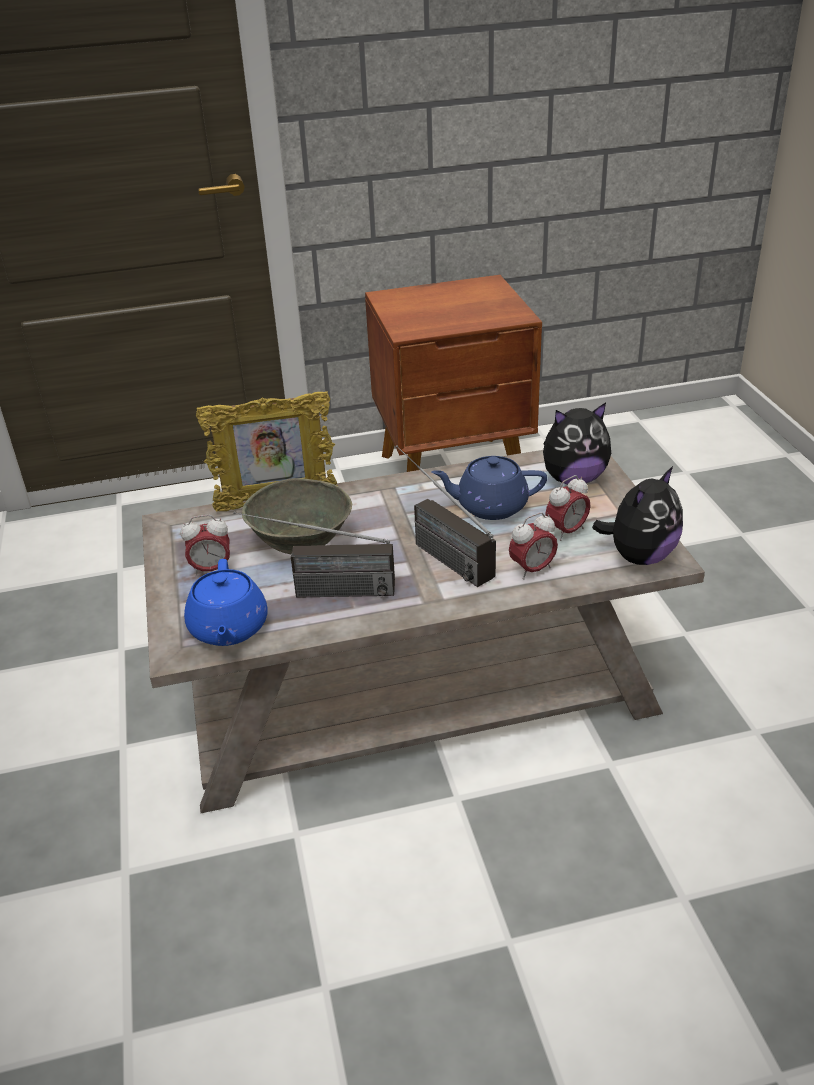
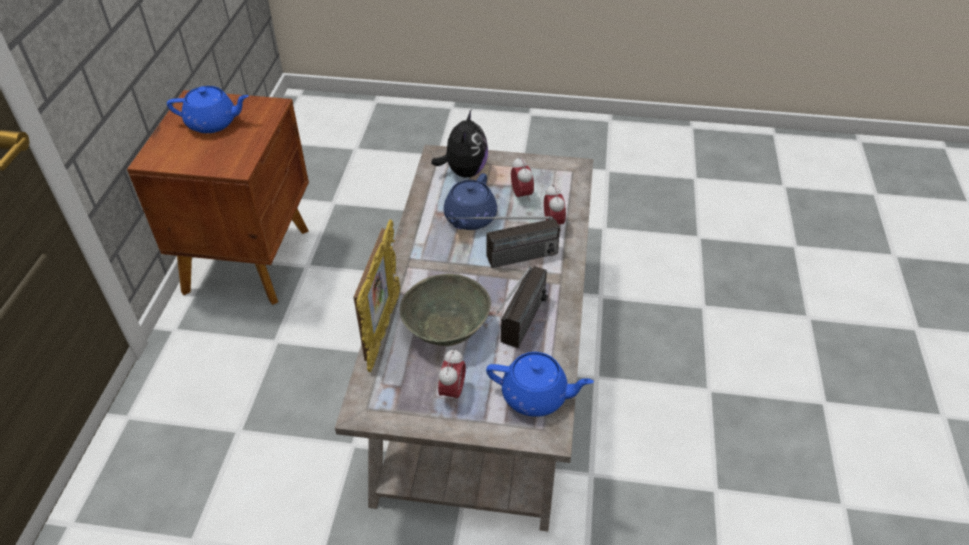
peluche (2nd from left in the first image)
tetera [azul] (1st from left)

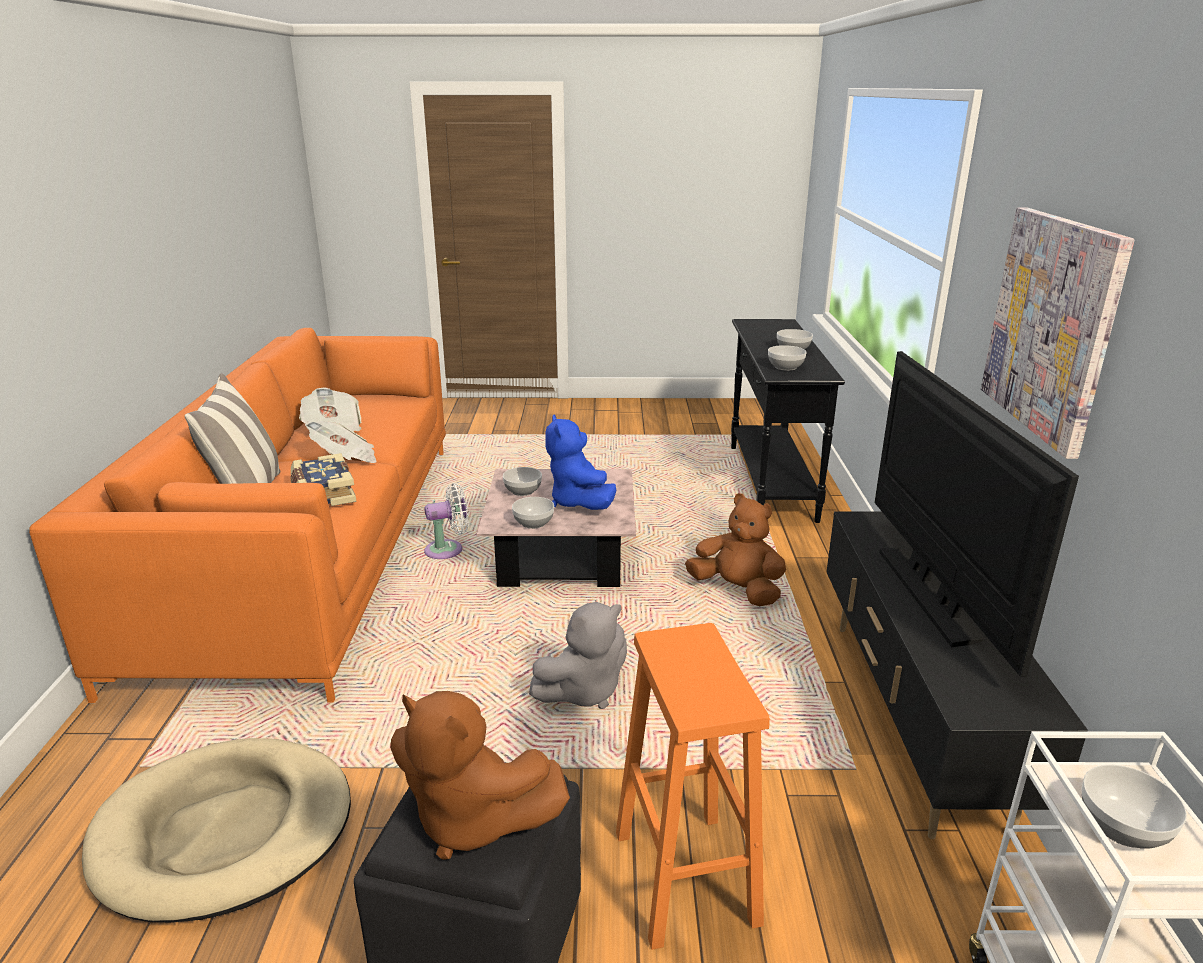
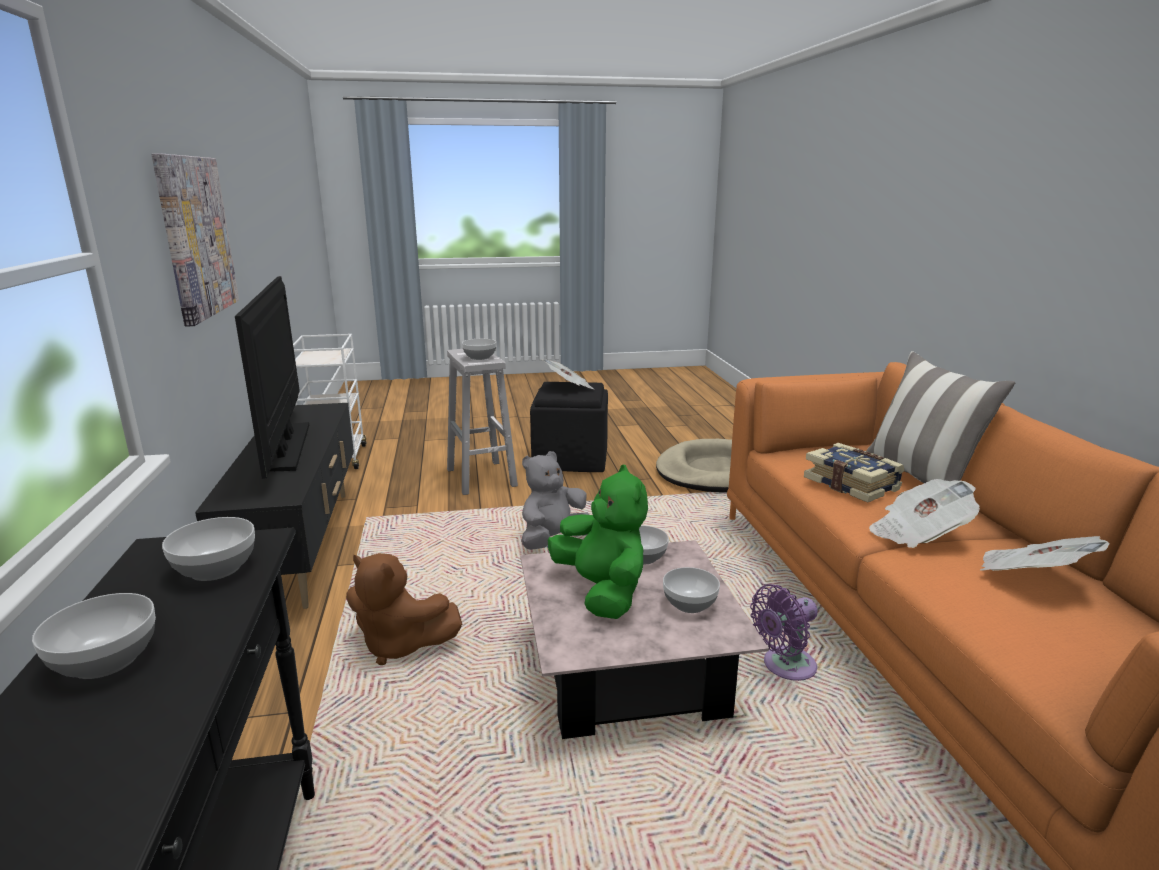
cuenco (3rd from left)
periódico (1st from left)
ventilador [morado]
peluche [verde]
taburete [blanco]

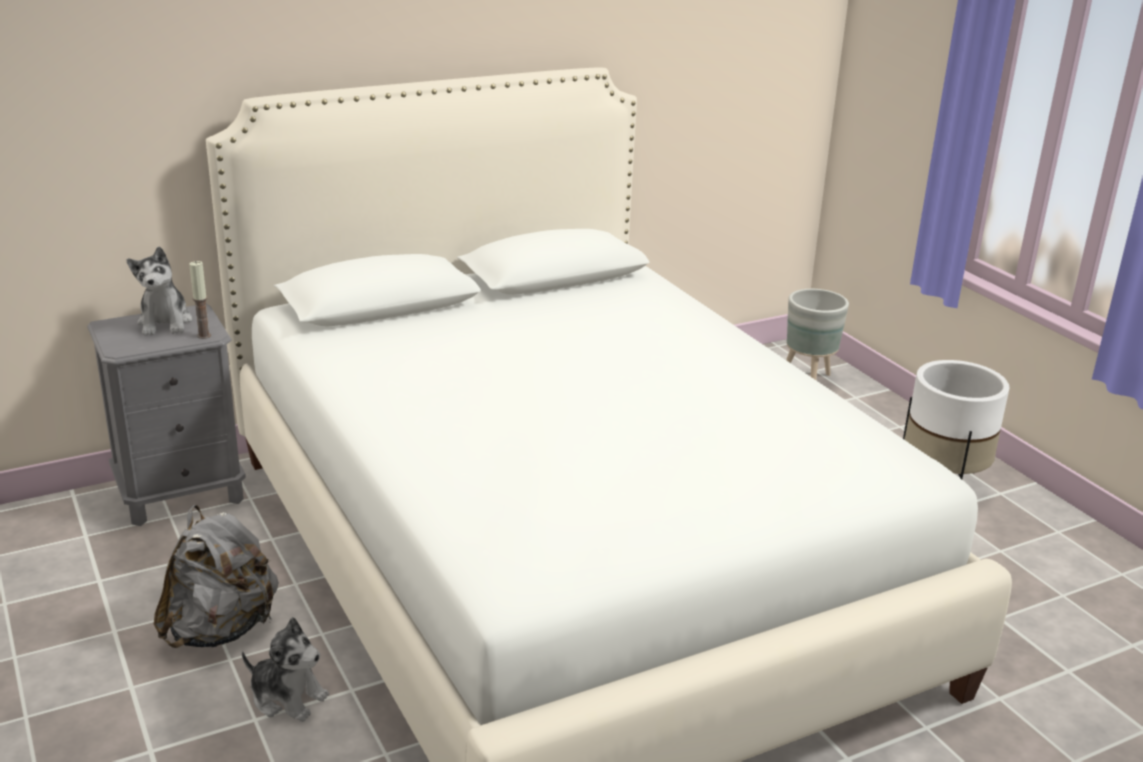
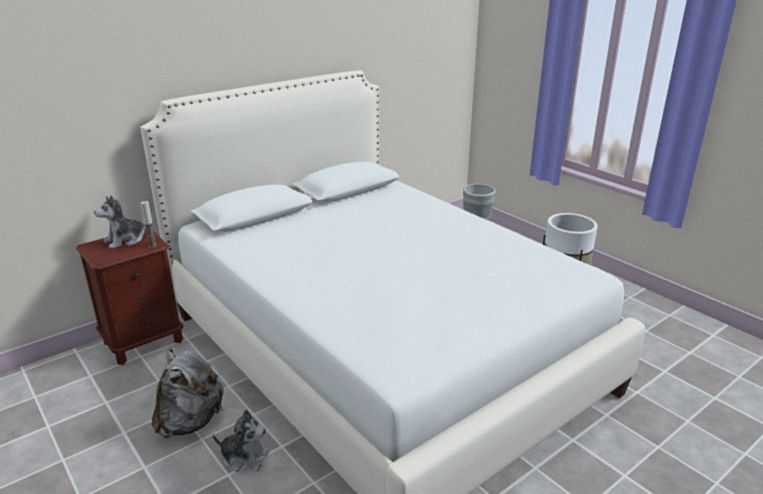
mesita de noche [marrón]
peluche (1st from left)

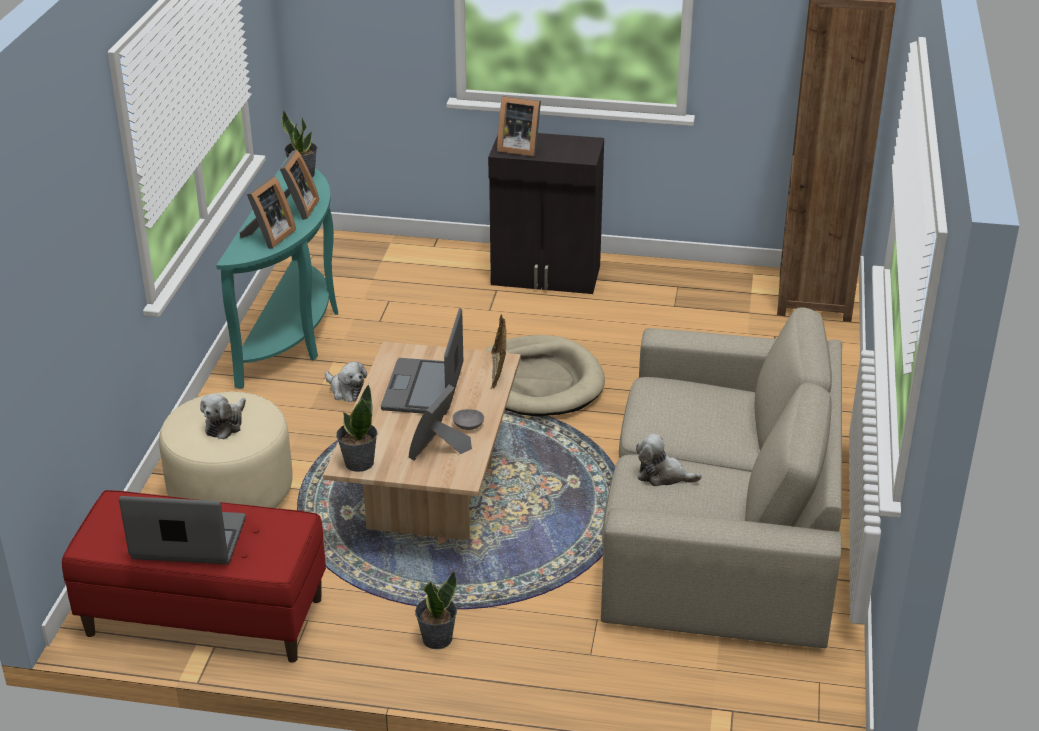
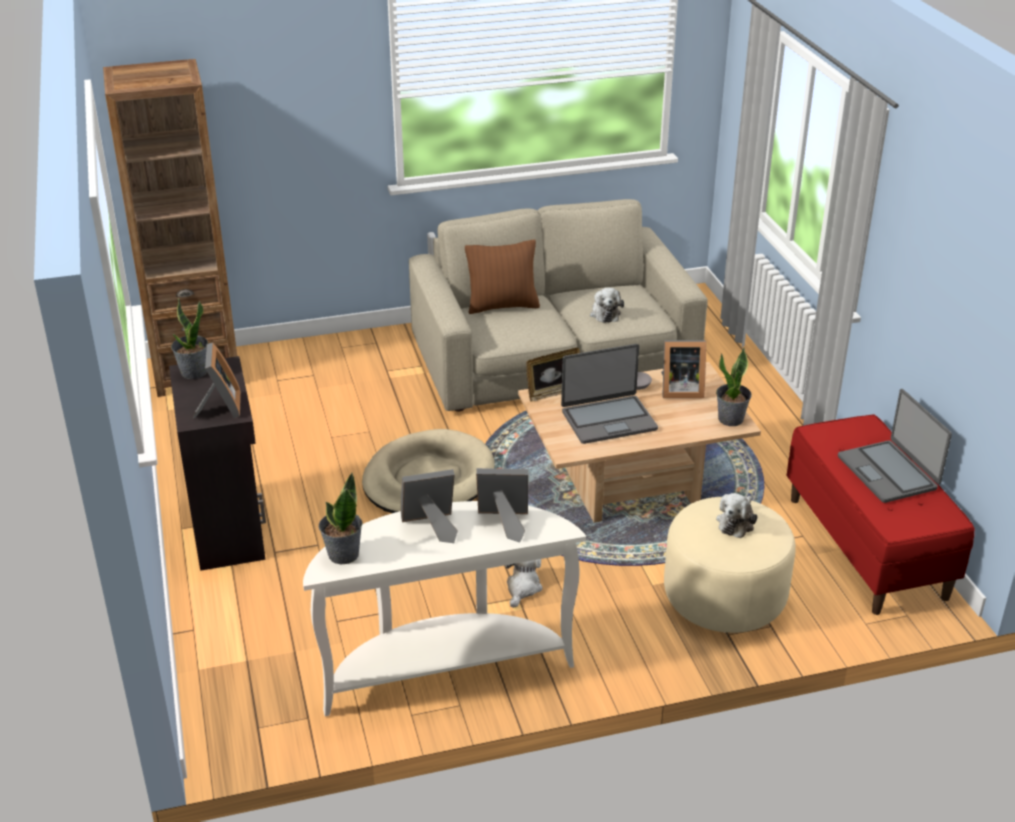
cojín [marrón]
planta en maceta (1st from left)
mesa consola [blanco]
peluche (3rd from left)

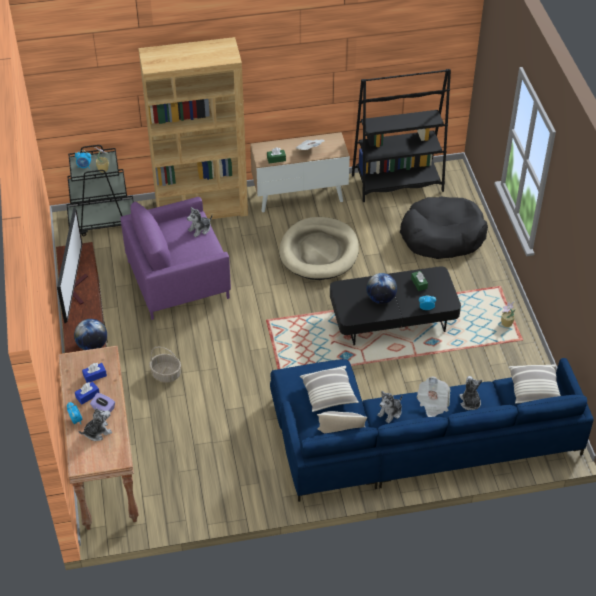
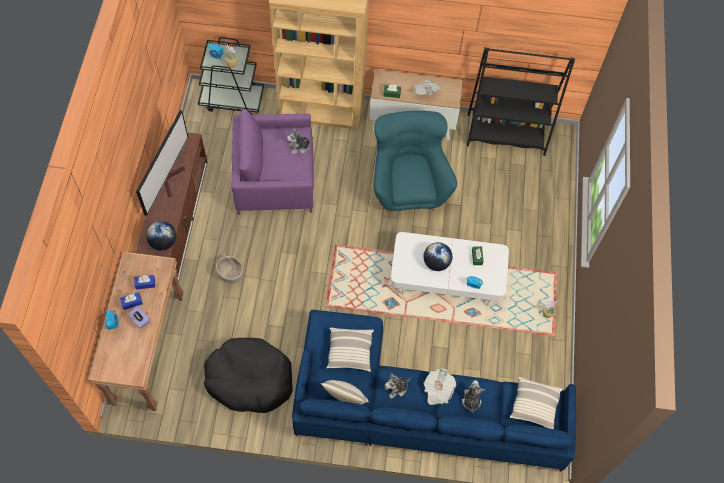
peluche (1st from left in the first image)
cama para perro [negro]
sillón [turquesa]
mesa de centro [blanco]

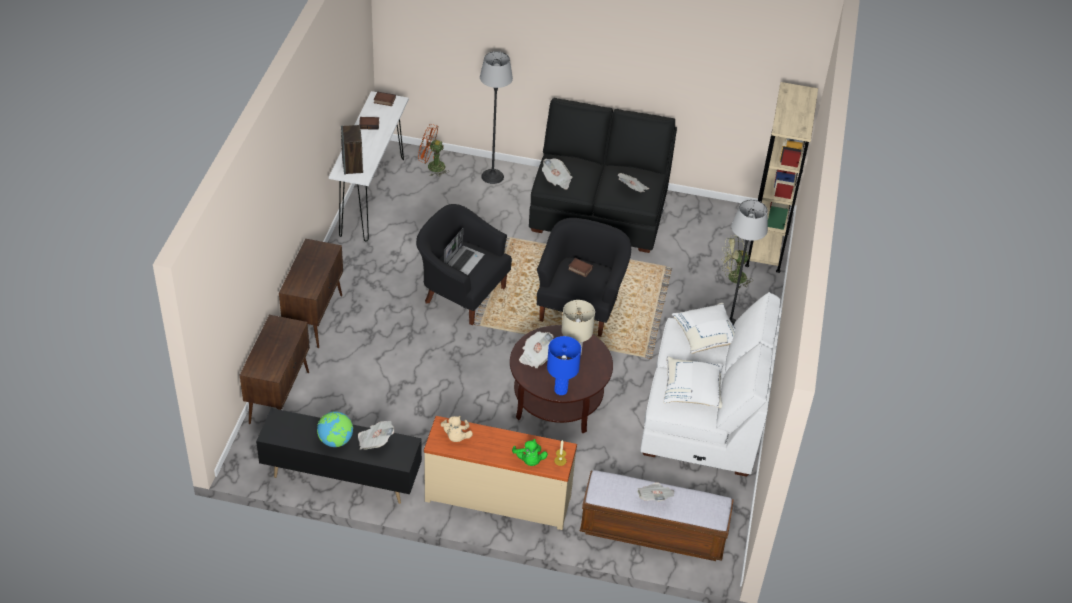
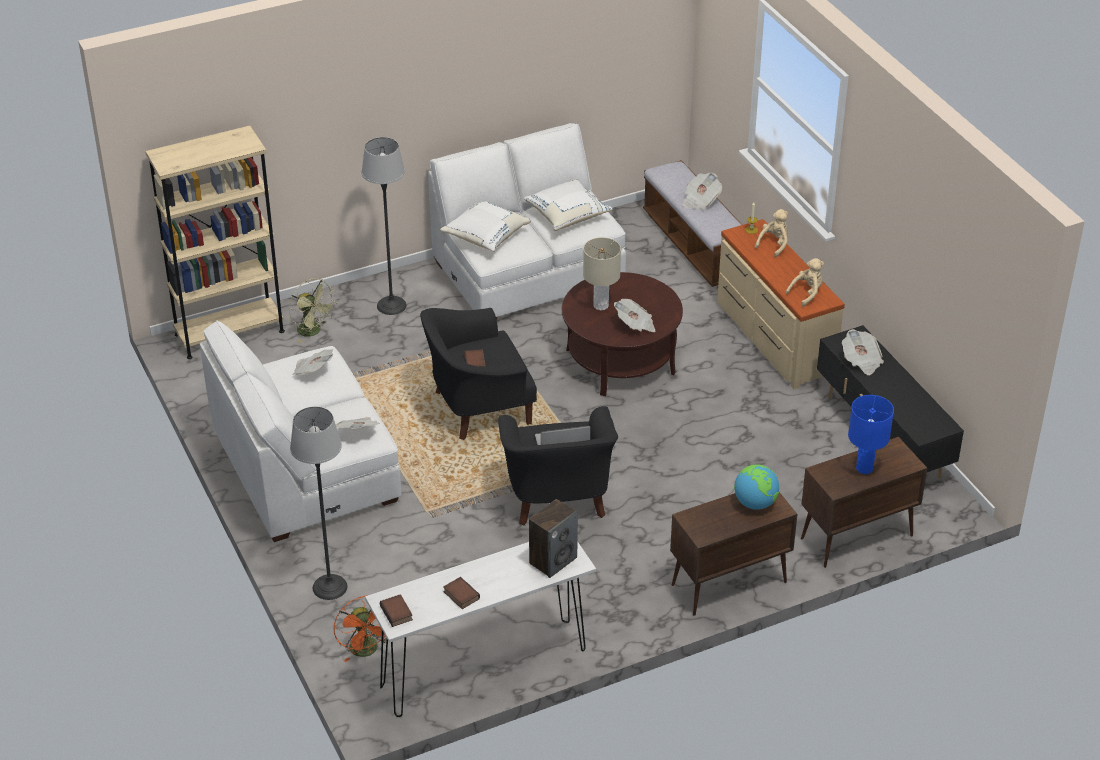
globo terráqueo
lámpara de mesa [azul]
peluche [beis] (1st from left)
sofá [blanco] (1st from left)

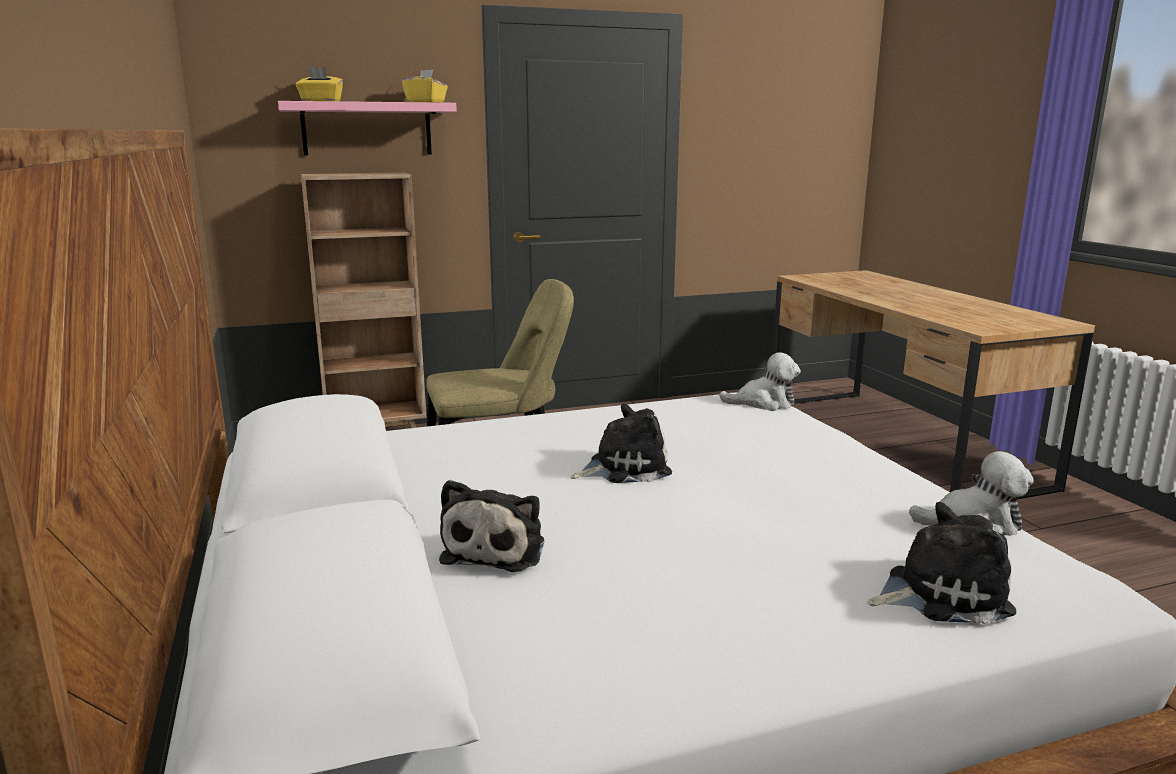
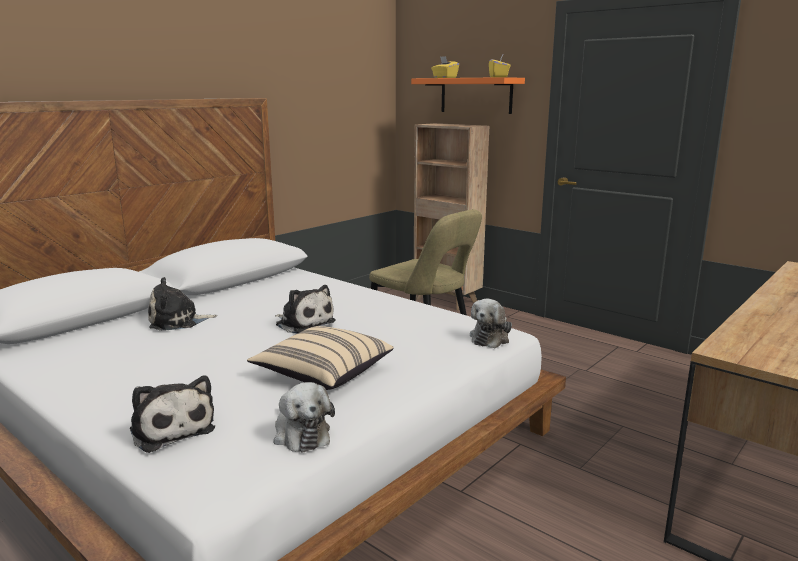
cojín [beis]
estante [naranja]
peluche (5th from left)

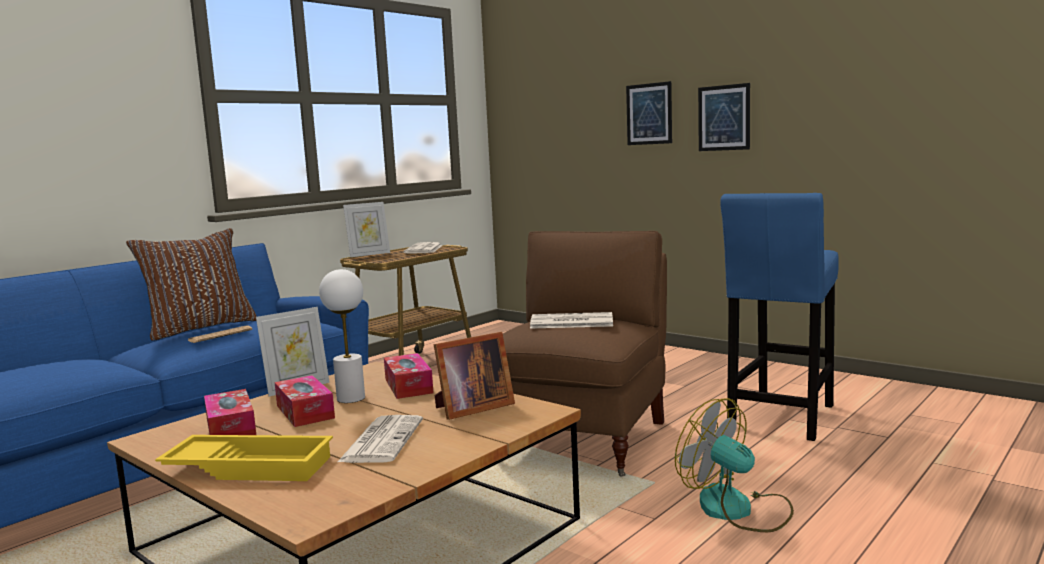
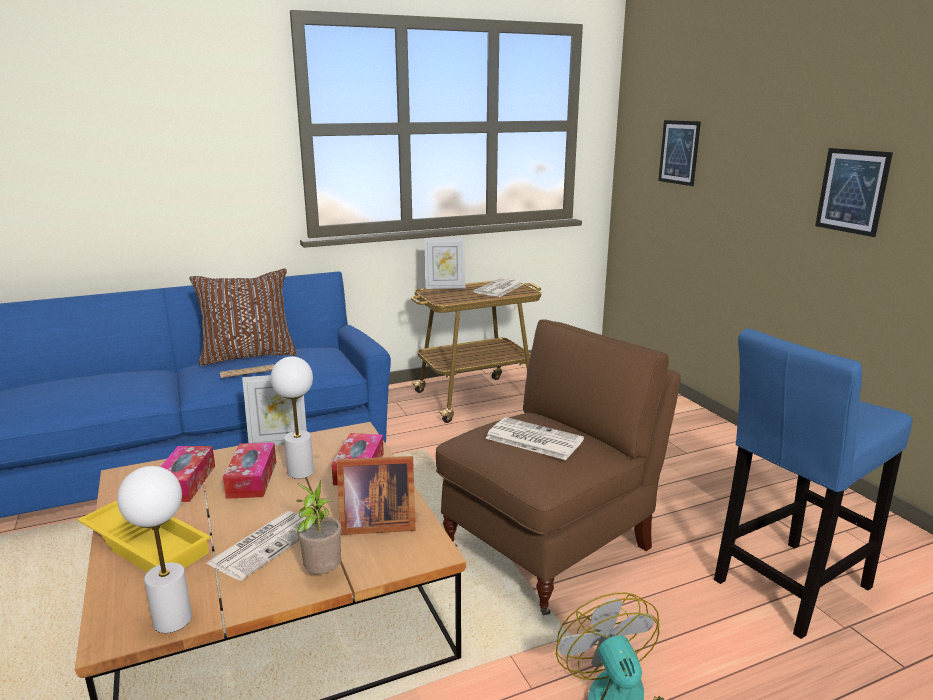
lámpara de mesa [blanco] (1st from left)
planta en maceta
cuadro (1st from left)

